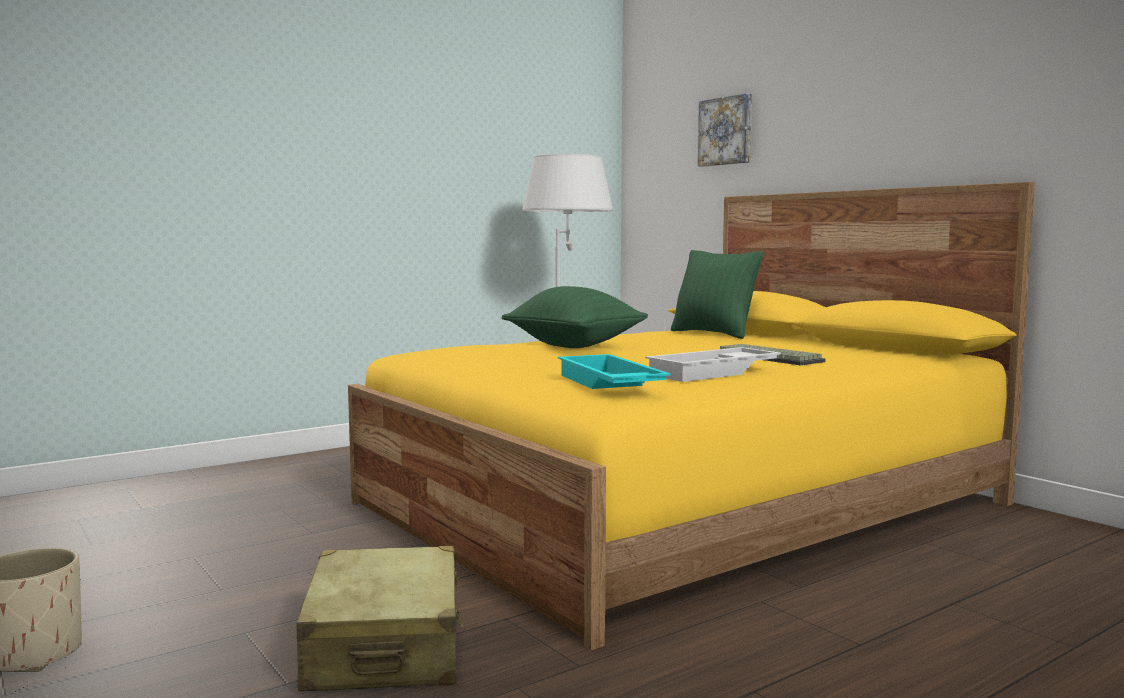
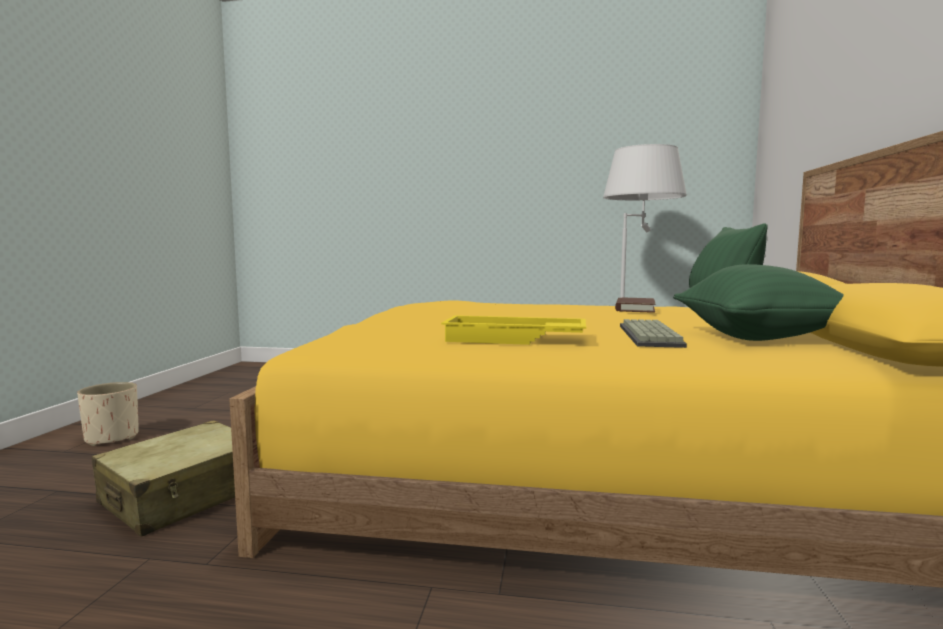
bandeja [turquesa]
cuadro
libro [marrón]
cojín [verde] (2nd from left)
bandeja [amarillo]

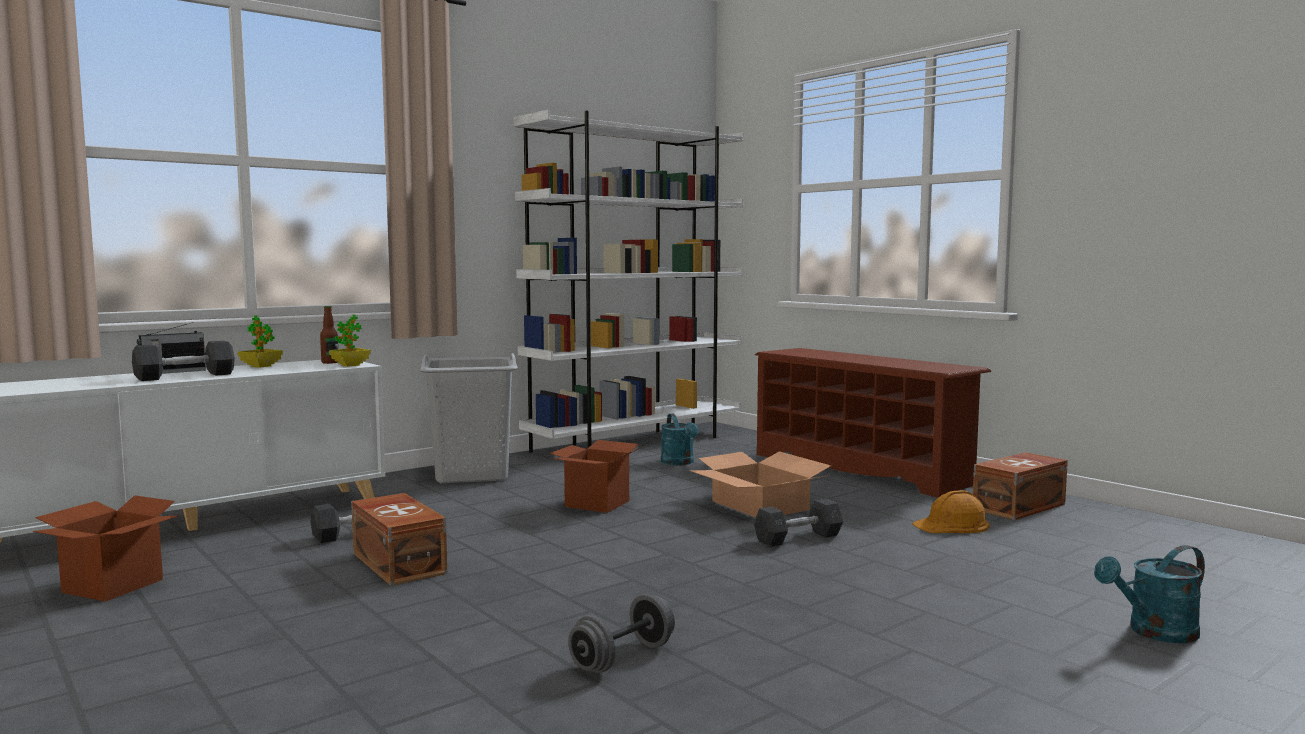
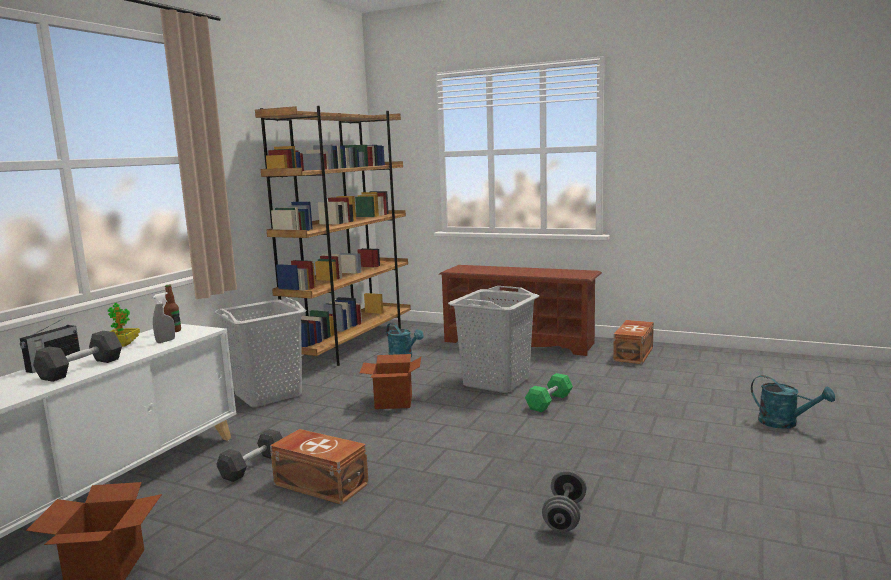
planta en maceta (2nd from left in the first image)
casco [naranja]
pulverizador [gris]
cesto de la ropa [gris] (2nd from left)
estantería [marrón]
mancuerna [verde]
regadera [turquesa] (2nd from left)

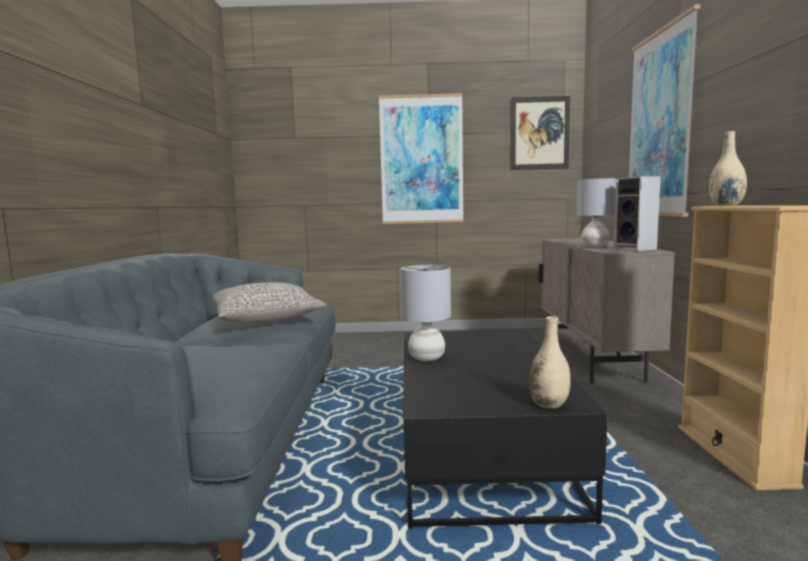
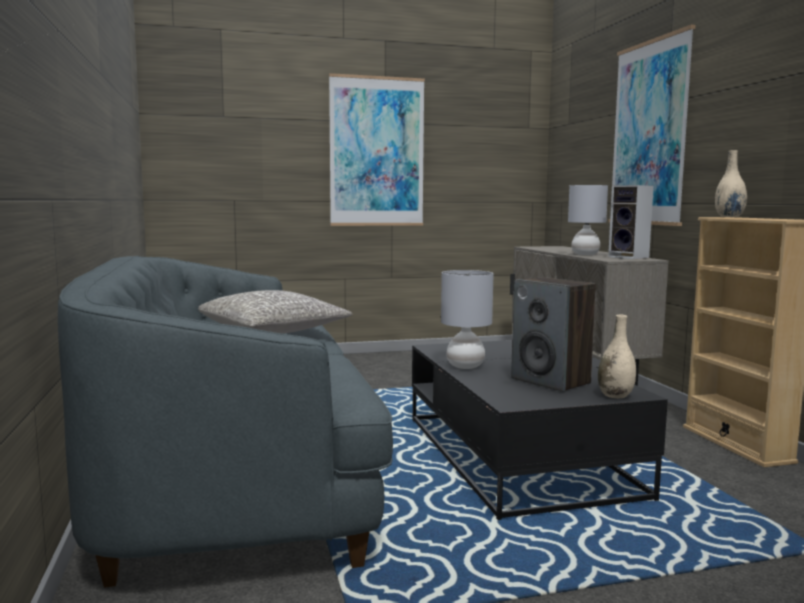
cuadro (2nd from left in the first image)
altavoz (1st from left)

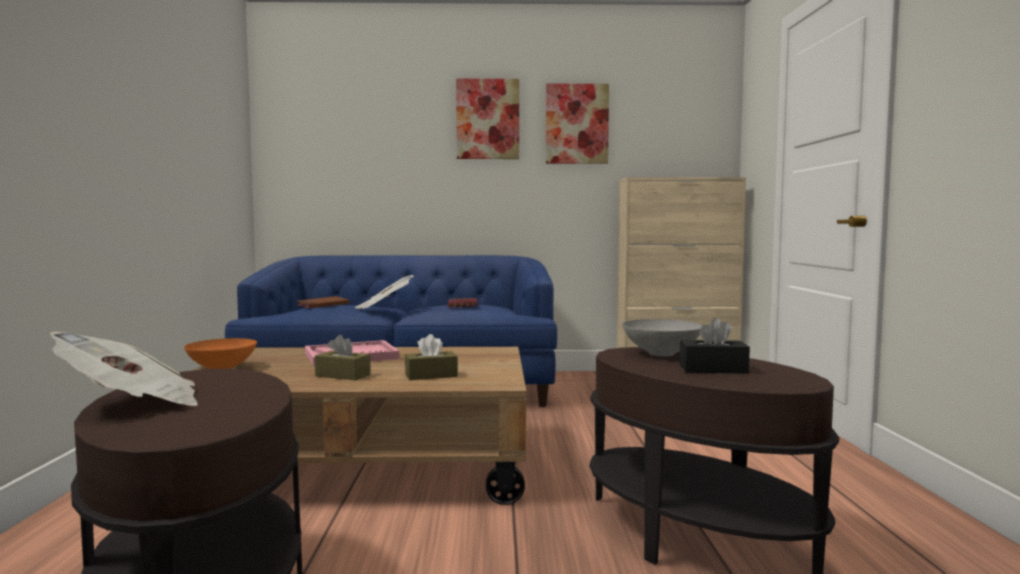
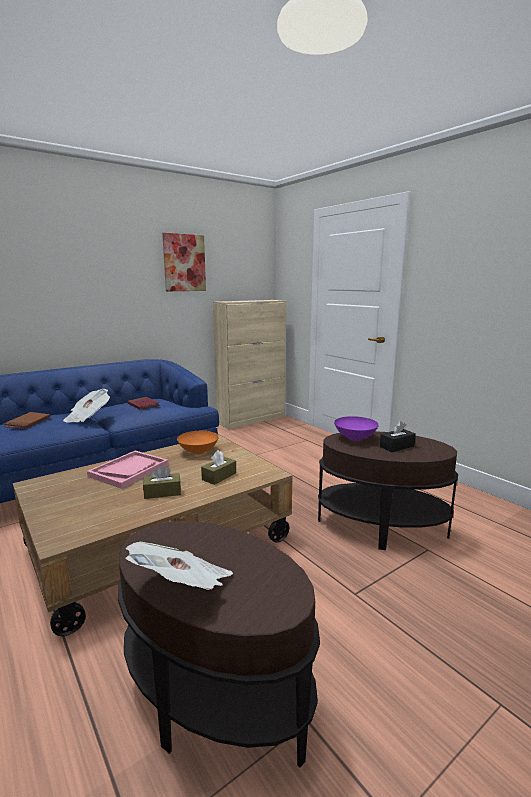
cuadro (1st from left in the first image)
cuenco [naranja]
cuenco [morado]

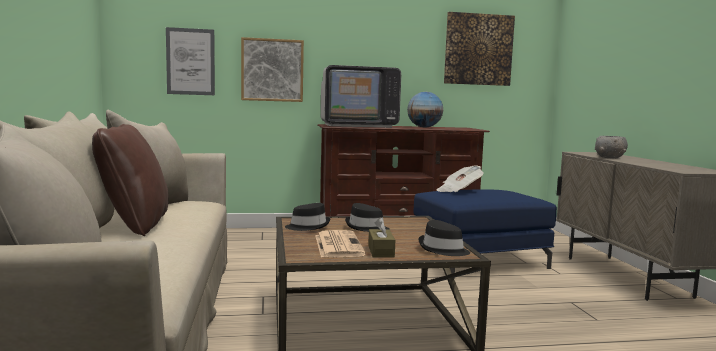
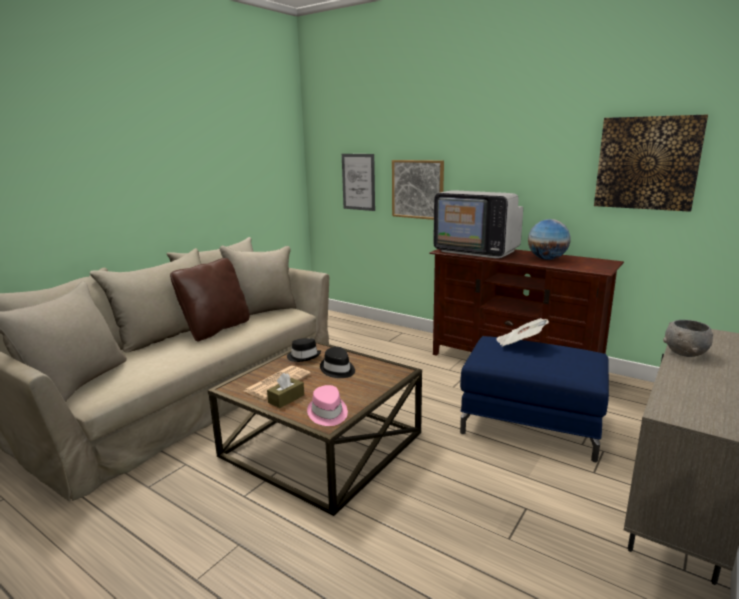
sombrero [rosa]

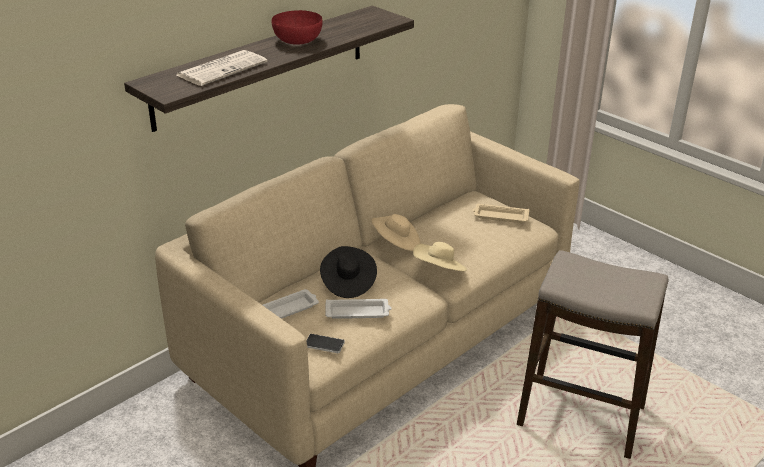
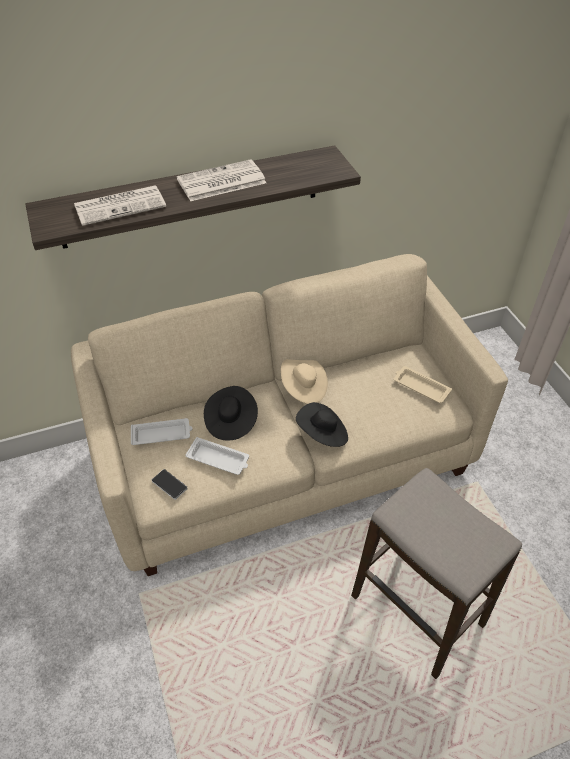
periódico (2nd from left)
sombrero [negro] (2nd from left)

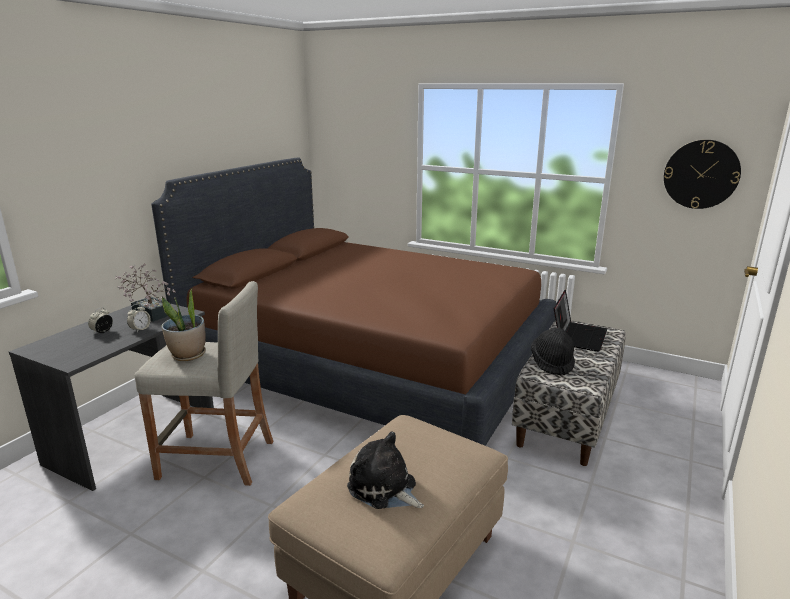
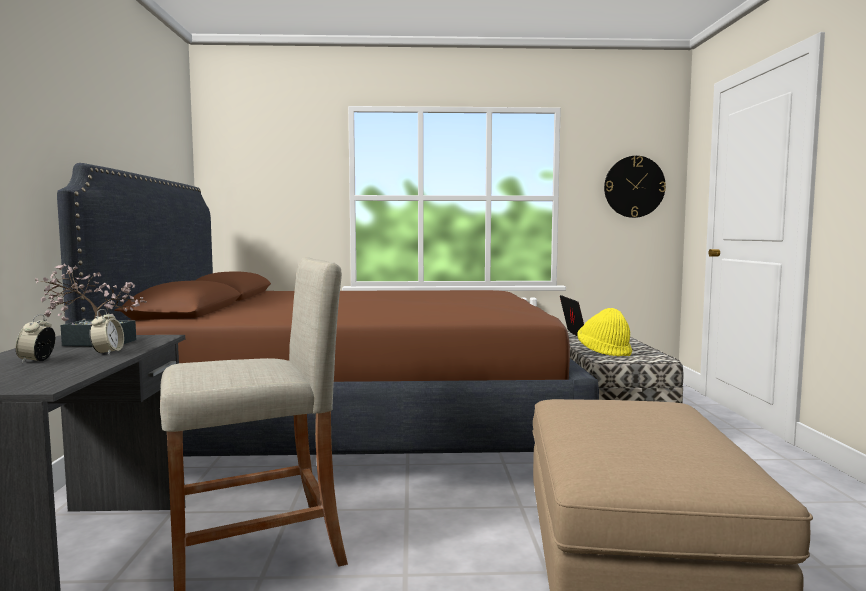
planta en maceta (2nd from left in the first image)
peluche
sombrero [amarillo]

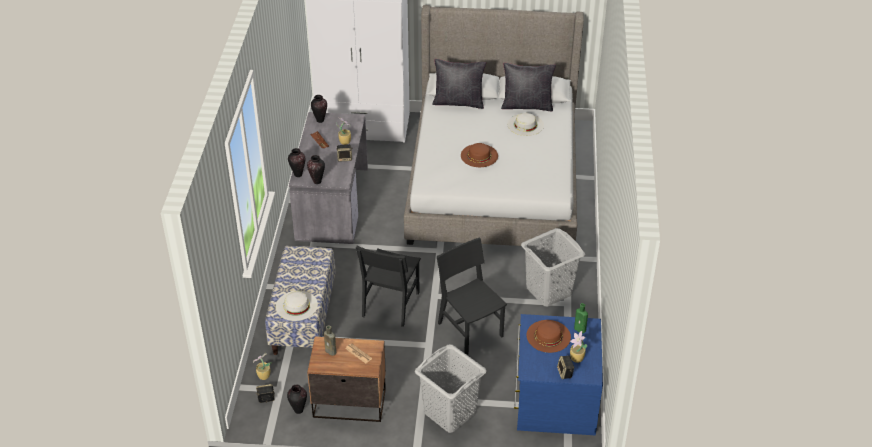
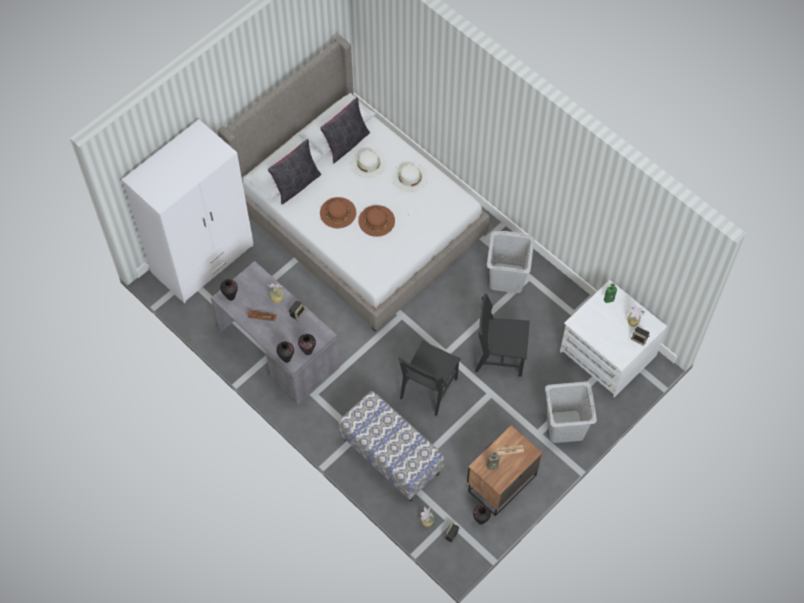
sombrero [blanco] (2nd from left)
sombrero [marrón] (1st from left)
cómoda [blanco]
silla [negro] (1st from left)

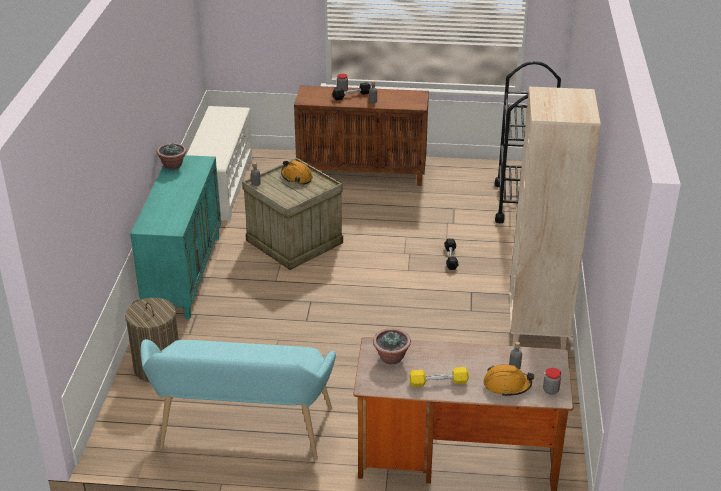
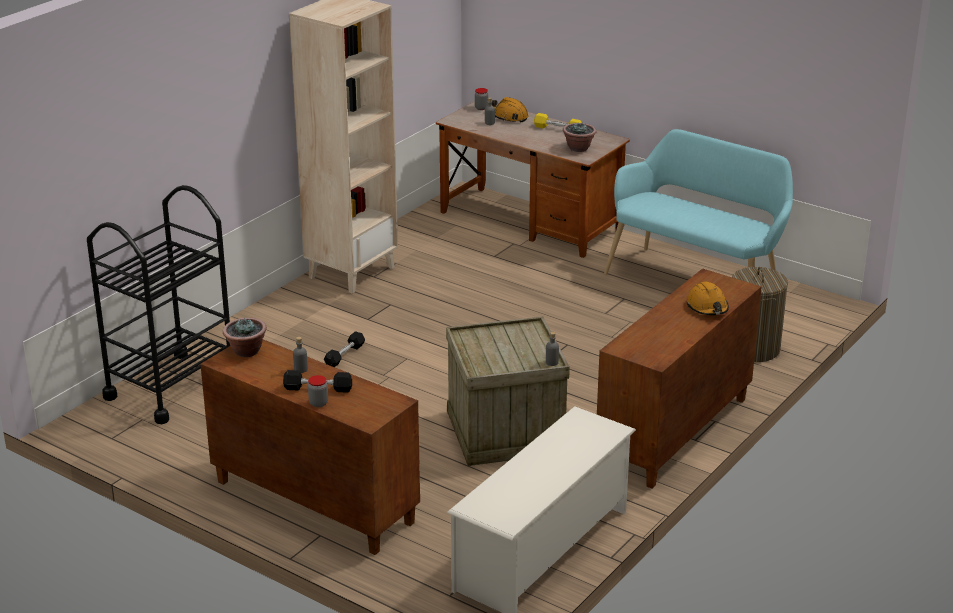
planta en maceta (1st from left)
casco [naranja] (2nd from left)
armario [marrón] (2nd from left)

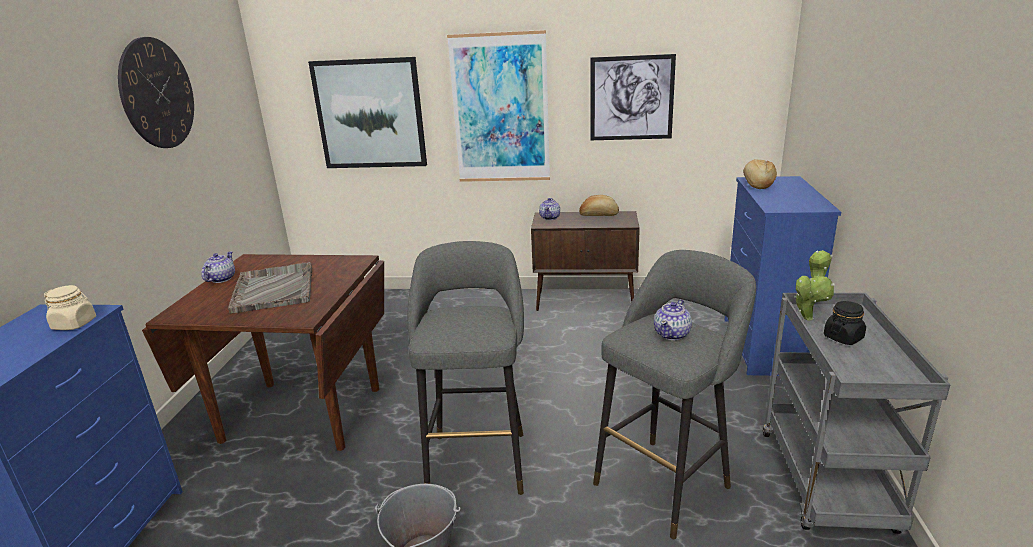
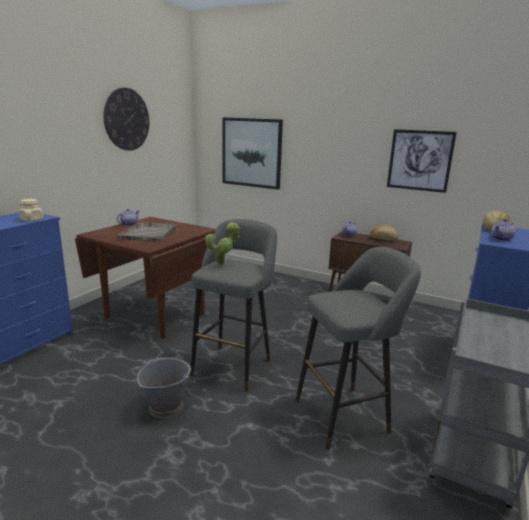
cuadro (2nd from left in the first image)
tarro [negro]
tetera (3rd from left)
planta en maceta

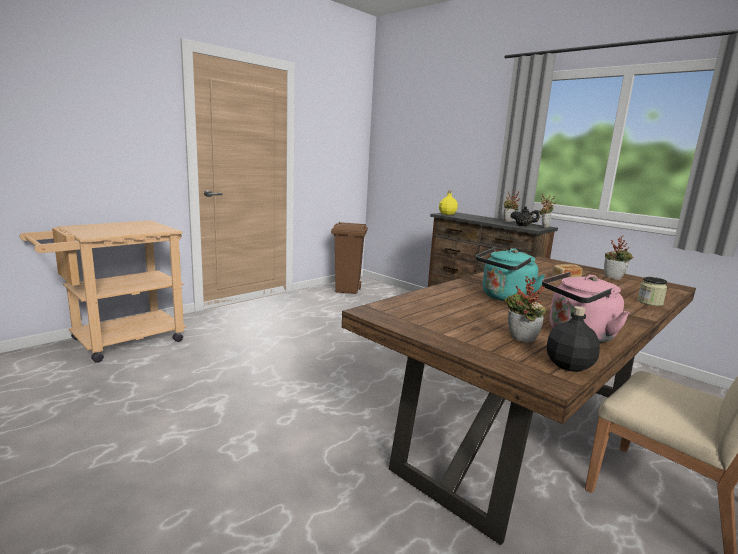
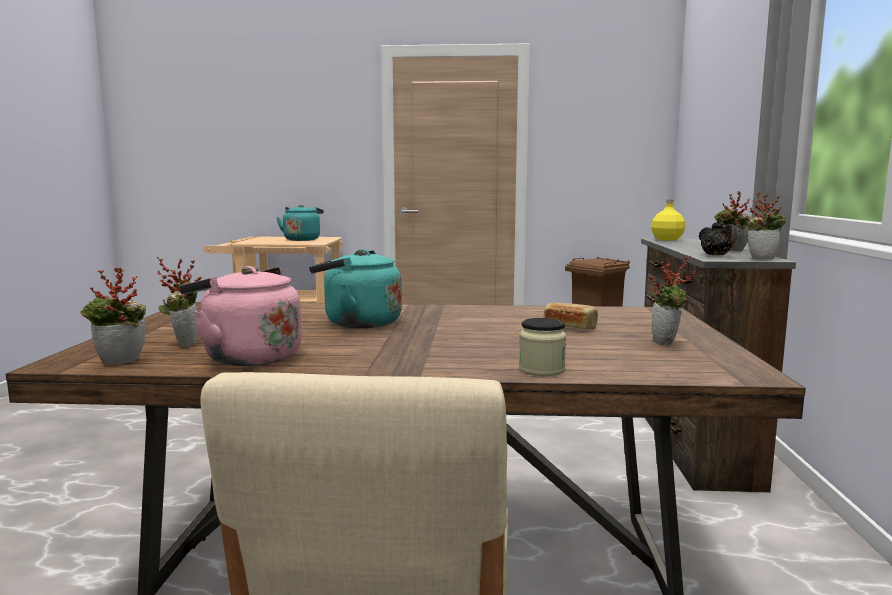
hervidor [turquesa] (1st from left)
planta en maceta (1st from left)

